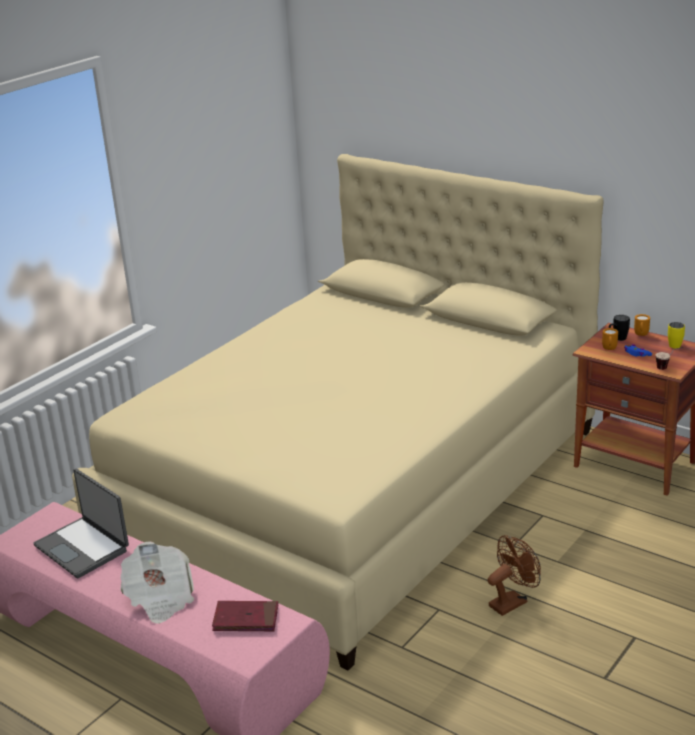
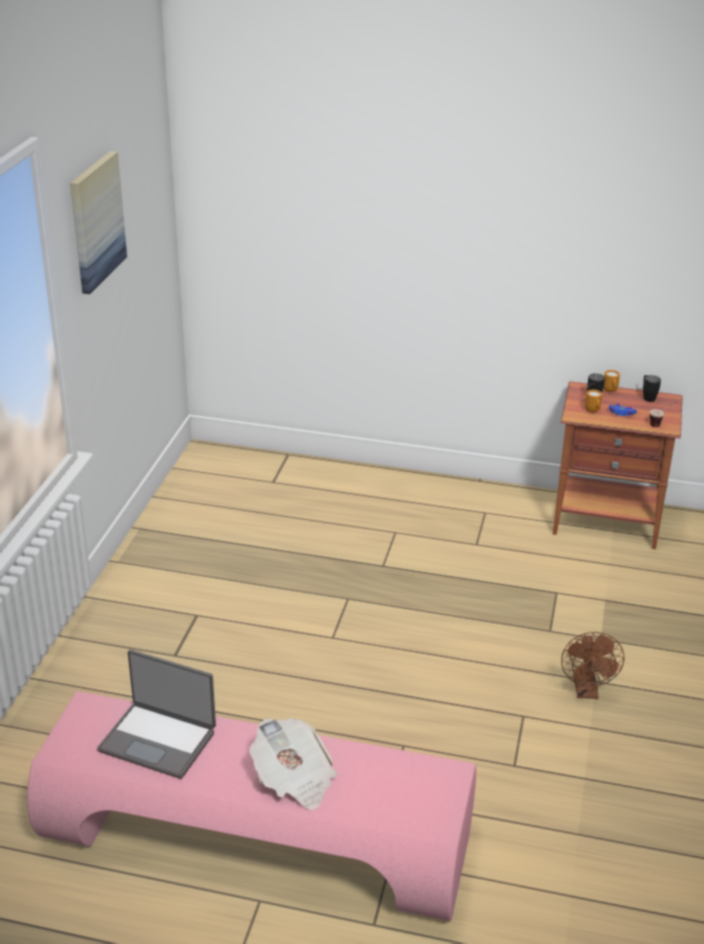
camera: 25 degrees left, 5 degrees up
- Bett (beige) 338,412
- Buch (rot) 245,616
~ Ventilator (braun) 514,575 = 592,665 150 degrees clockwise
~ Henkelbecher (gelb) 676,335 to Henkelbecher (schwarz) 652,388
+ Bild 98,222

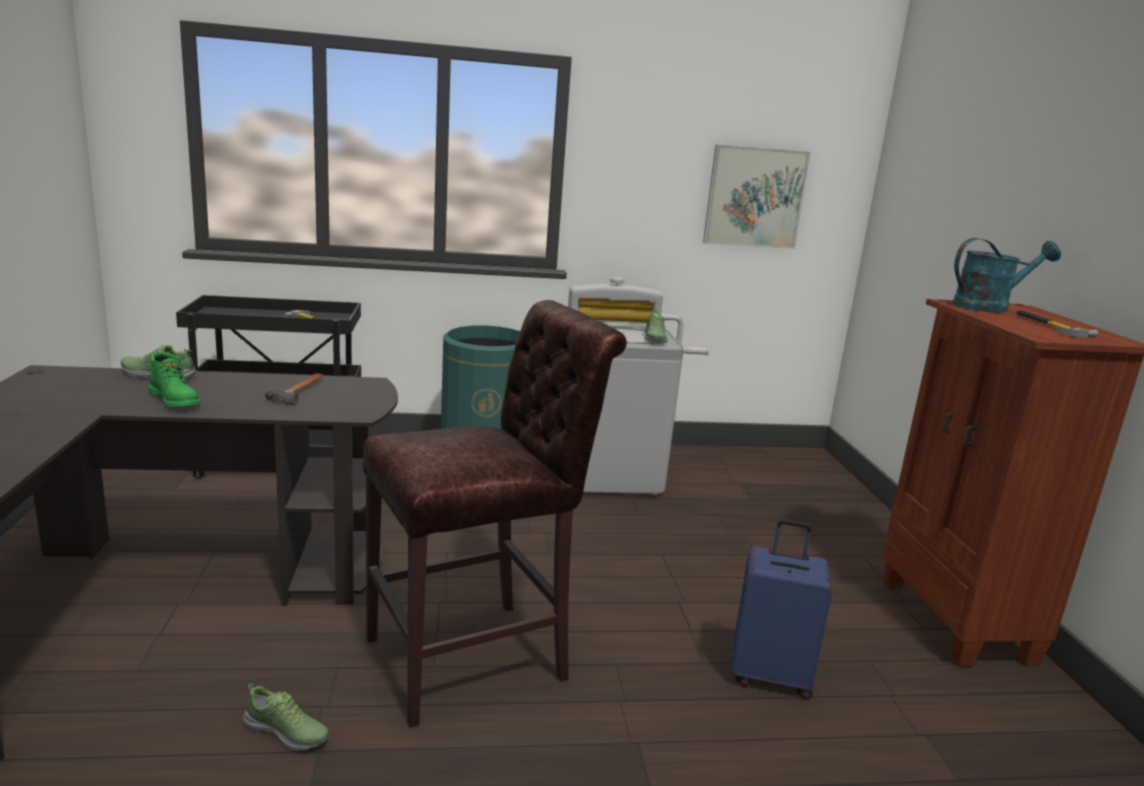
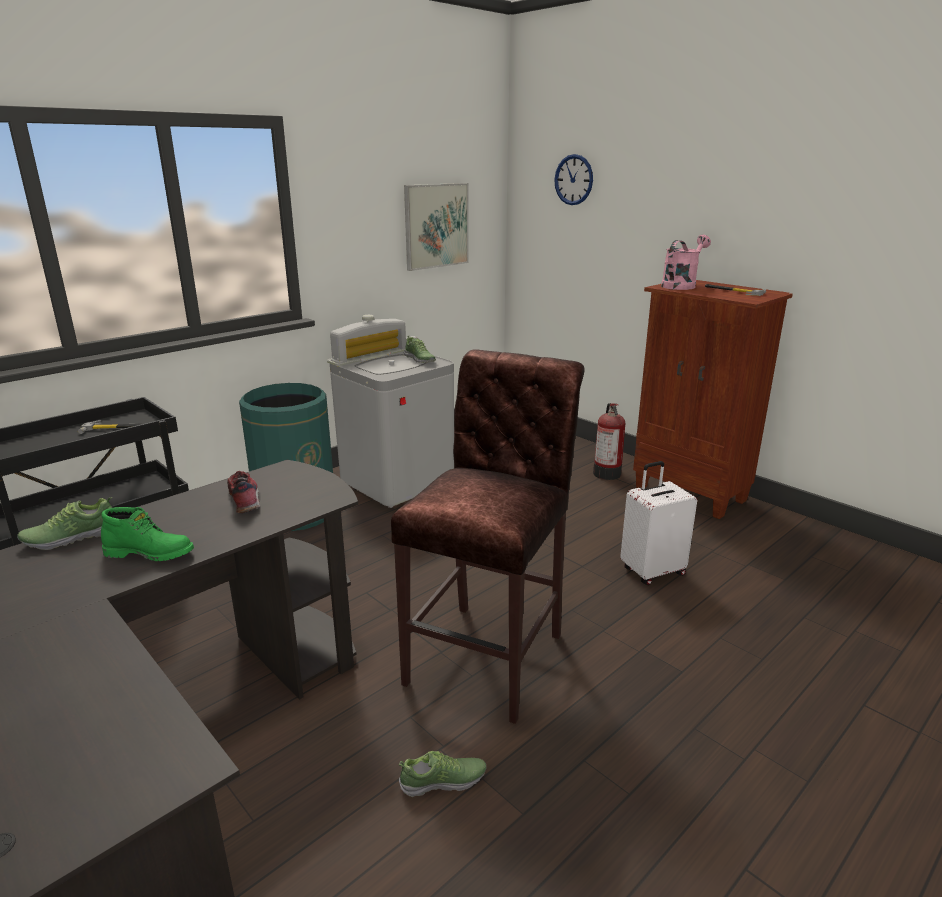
camera: 35 degrees left, 5 degrees up
~ Hammer 294,389 to Schuh 243,492
~ Koffer (blau) 782,609 to Koffer (weiß) 658,523
~ Gießkanne (türkis) 1006,275 to Gießkanne (rosa) 686,262
+ Wanduhr 573,179
+ Feuerlöscher 609,441

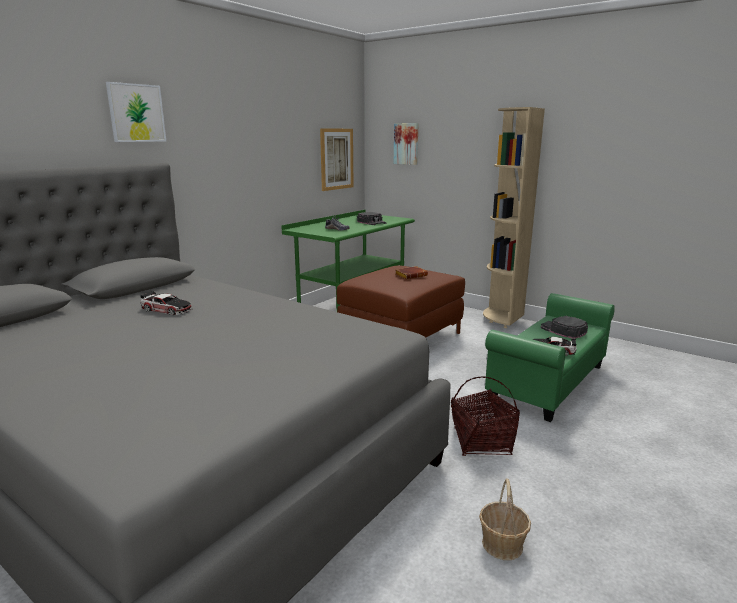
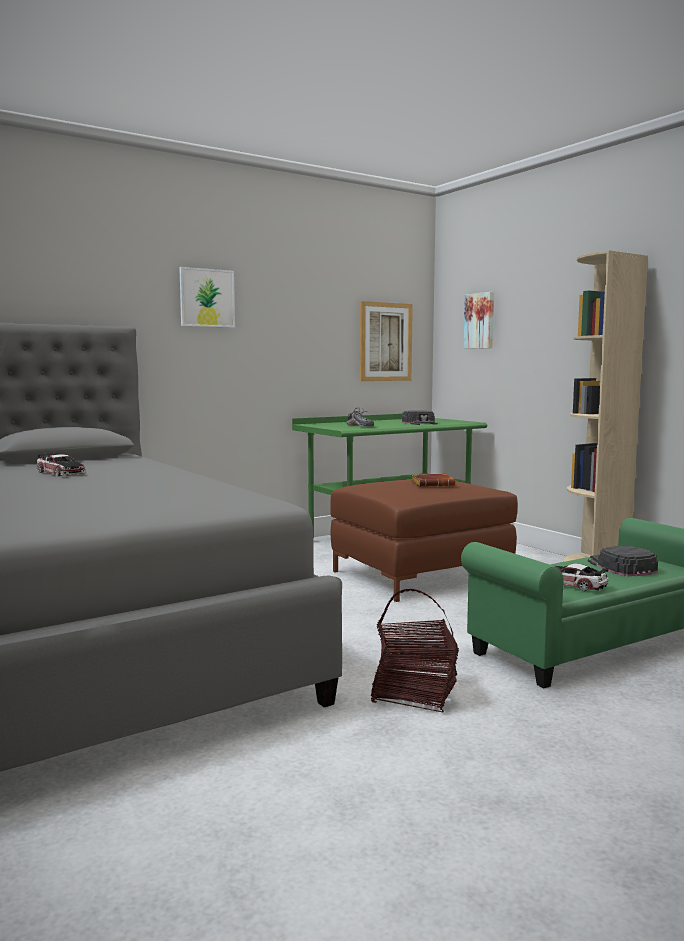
camera: 20 degrees right, 10 degrees down
~ Bild 136,112 to 207,297
- Korb 505,519

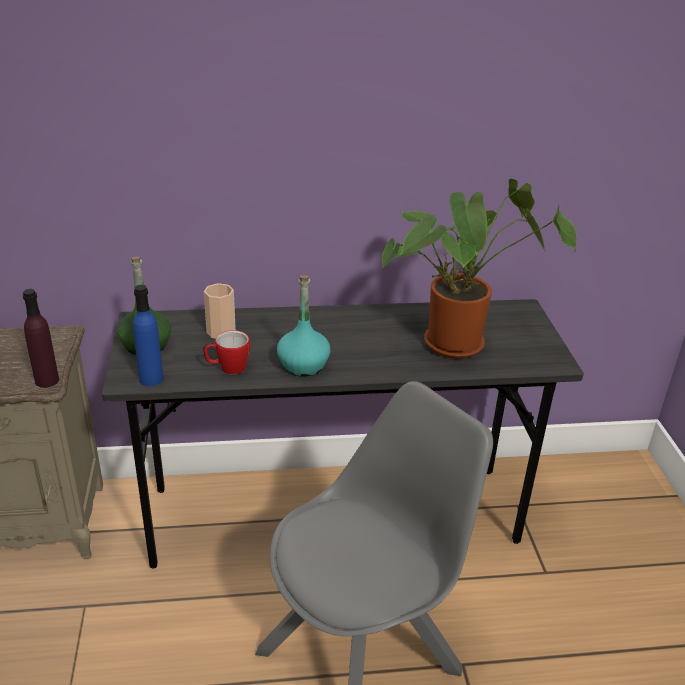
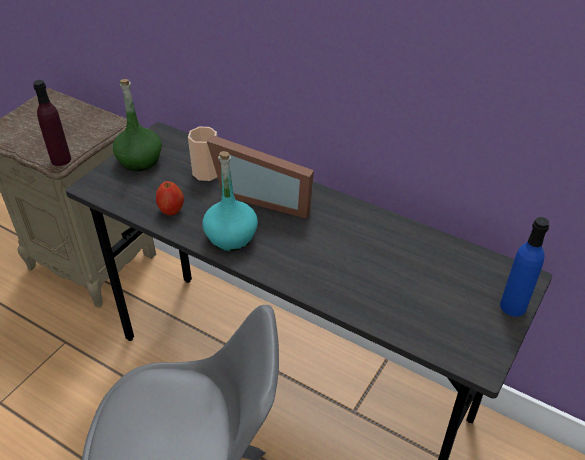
camera: 40 degrees right, 10 degrees up
~ Flasche (blau) 148,335 to 524,267
~ Henkelbecher 226,352 to Apfel 170,198
- Topfpflanze 479,269
+ Bilderrahmen 260,176

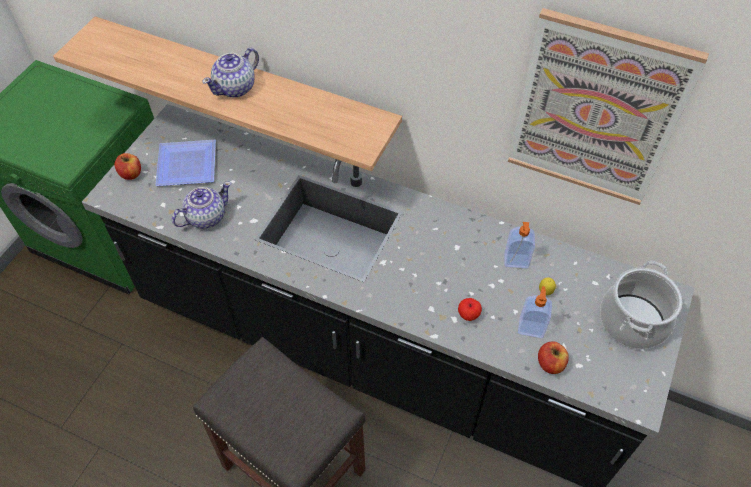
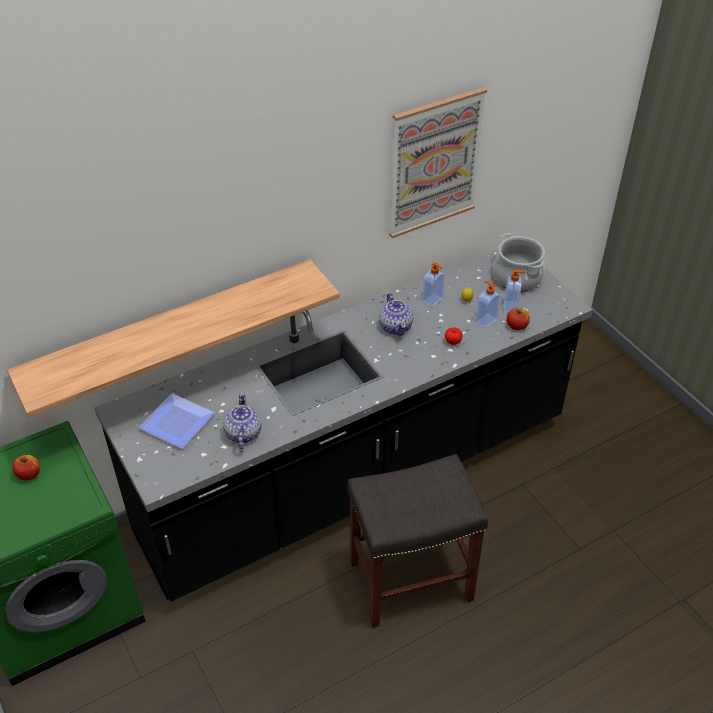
camera: 55 degrees left, 10 degrees down
~ Apfel 128,166 to 26,467
~ Teekanne 230,73 to 396,314
+ Seifenspender 514,291

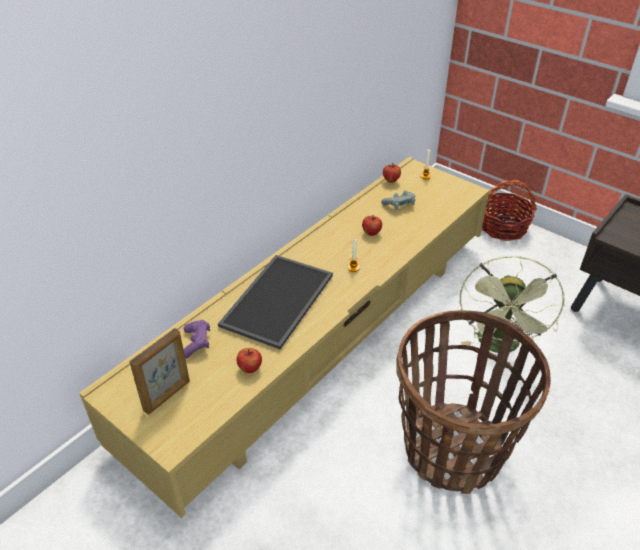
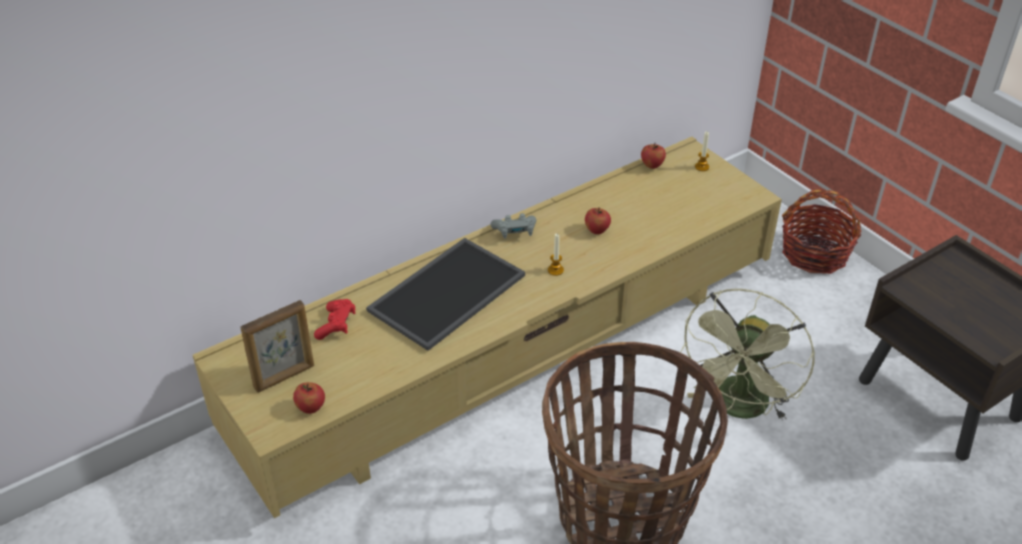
camera: 15 degrees right, 0 degrees up
~ Gamepad (lila) 197,339 to Gamepad (rot) 334,319
~ Apfel 249,360 to 309,398
~ Gamepad (grau) 398,200 to 513,226

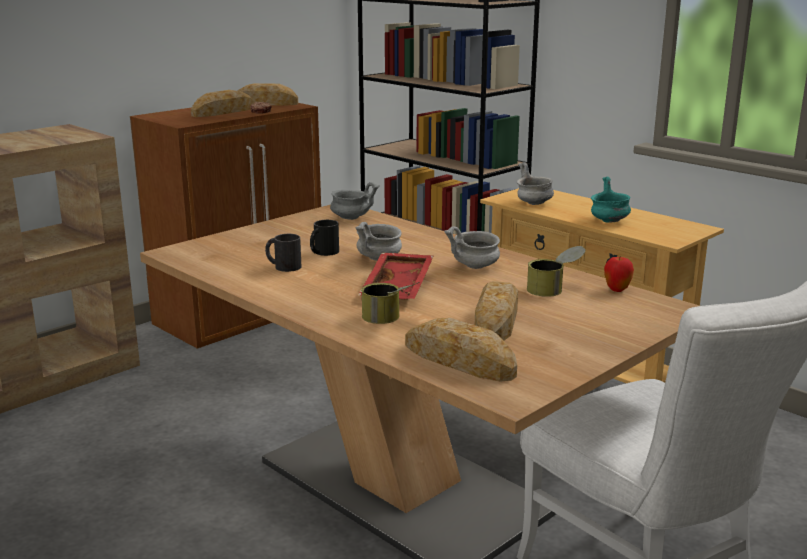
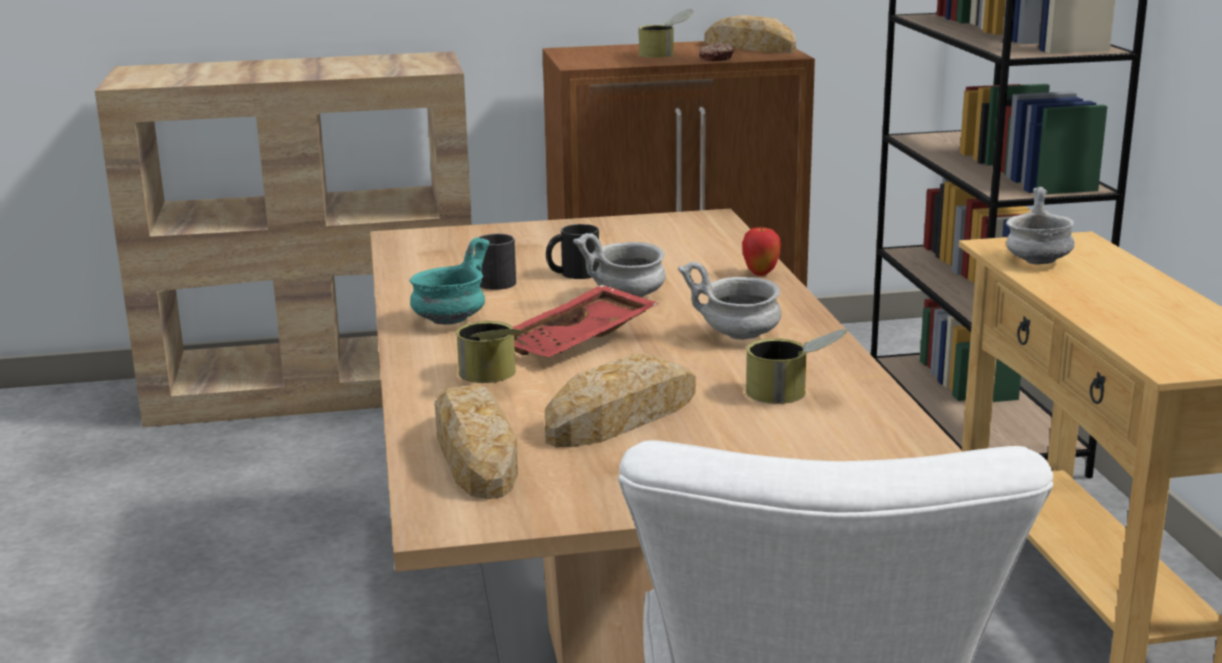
camera: 35 degrees right, 0 degrees up
~ Brot 221,103 to Dose 666,33
- Schüssel (grau) 355,201
~ Schüssel (türkis) 611,200 to 449,281
~ Apfel 619,274 to 761,250

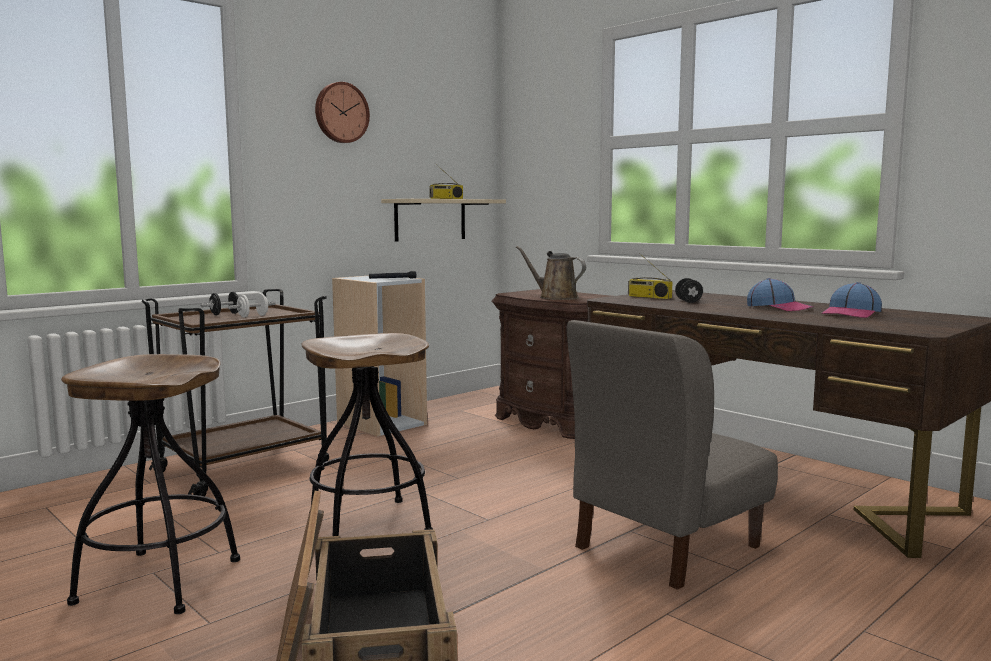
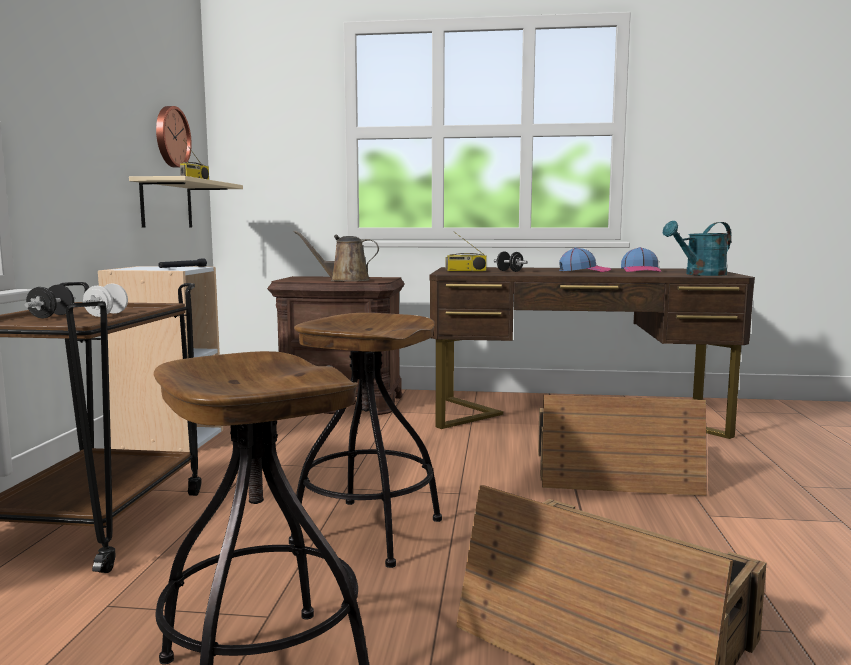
camera: 40 degrees left, 0 degrees up
~ Wanduhr 342,112 to 174,136
~ Stuhl (grau) 672,455 to Kiste 622,445
+ Gießkanne (türkis) 697,248

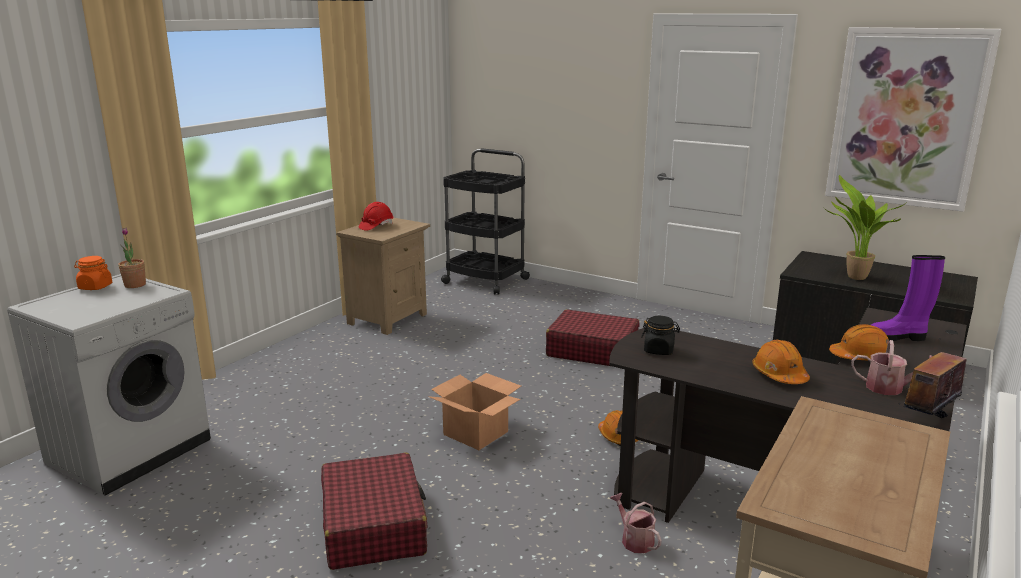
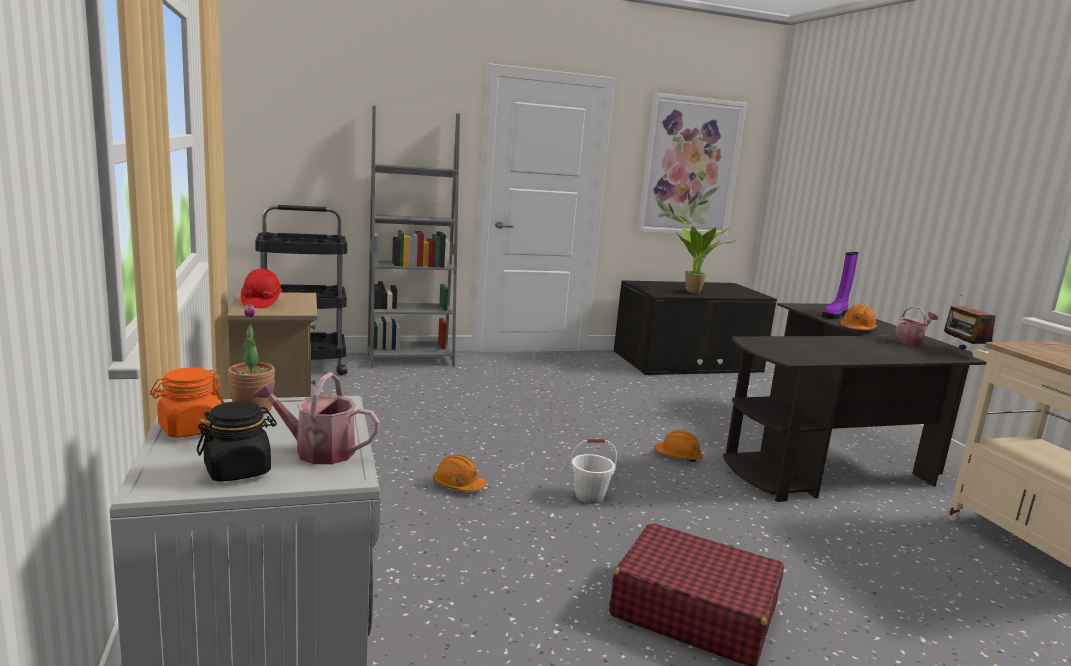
camera: 50 degrees left, 5 degrees down
~ Karton 474,411 to Eimer (weiß) 593,471
- Koffer (rot) 592,337
~ Gießkanne 636,523 to 316,418
~ Vorratsglas (schwarz) 660,335 to 237,441
~ Schutzhelm (orange) 781,362 to 459,473
+ Bücherregal (grau) 413,237

